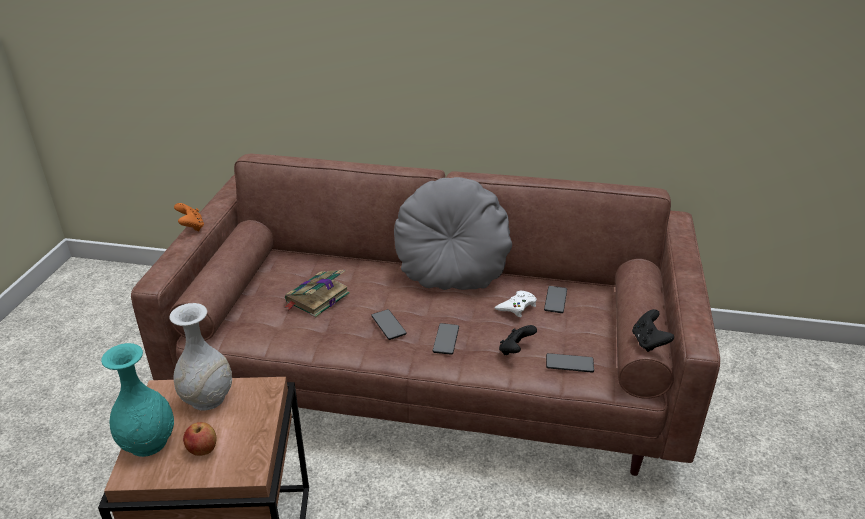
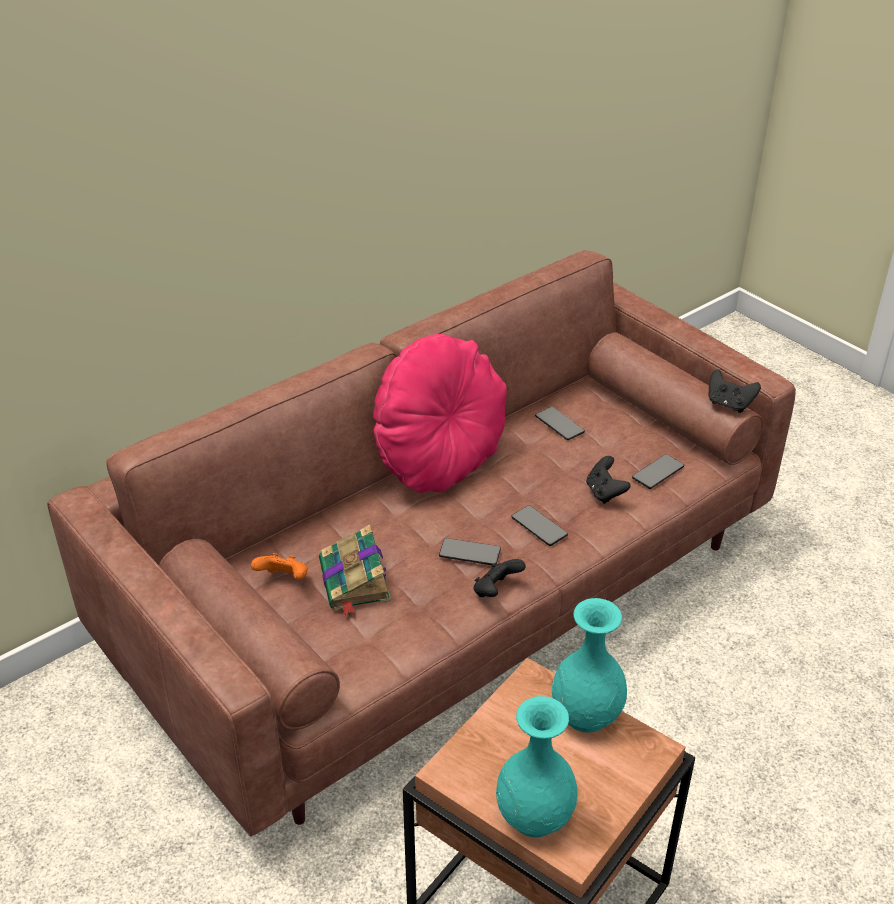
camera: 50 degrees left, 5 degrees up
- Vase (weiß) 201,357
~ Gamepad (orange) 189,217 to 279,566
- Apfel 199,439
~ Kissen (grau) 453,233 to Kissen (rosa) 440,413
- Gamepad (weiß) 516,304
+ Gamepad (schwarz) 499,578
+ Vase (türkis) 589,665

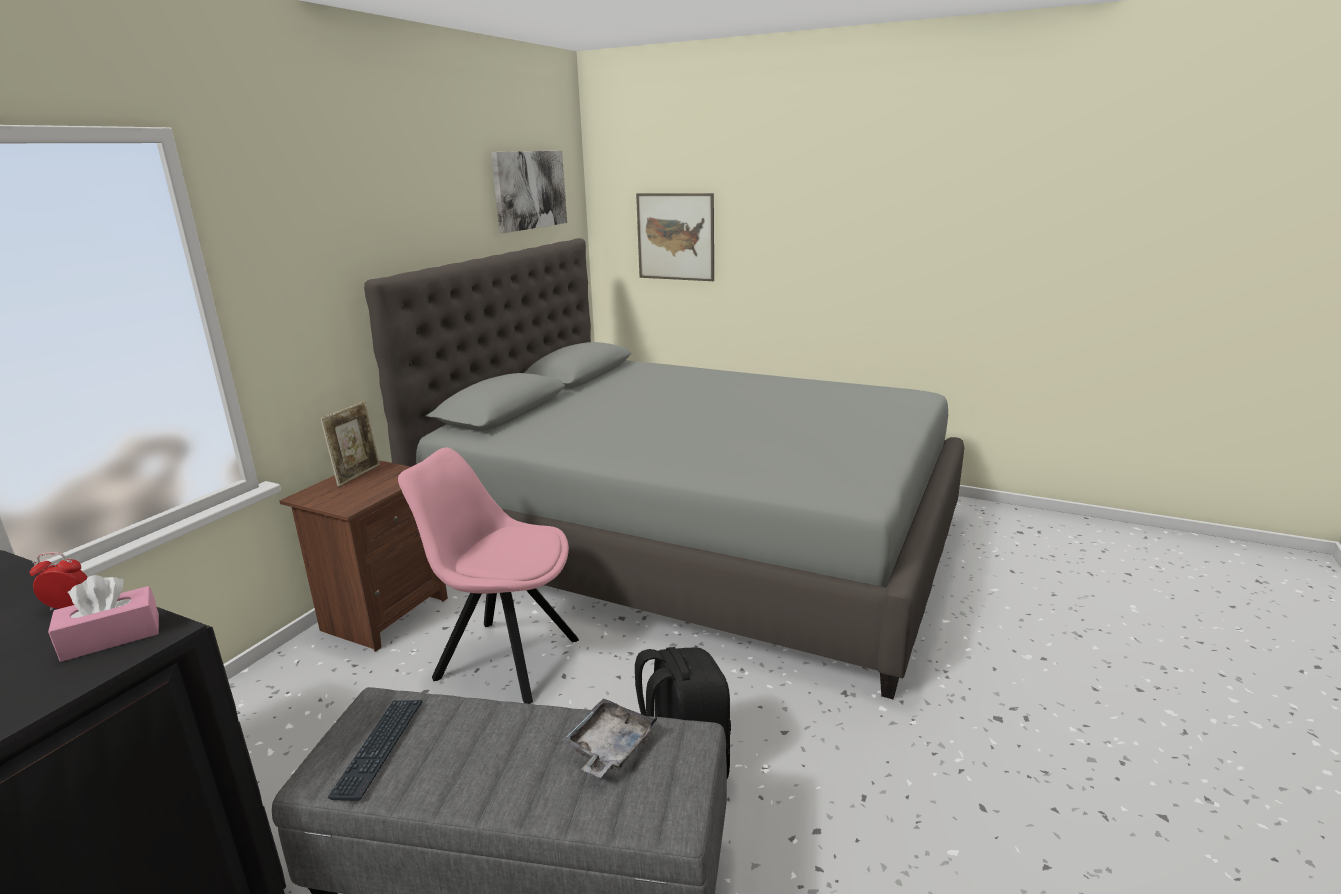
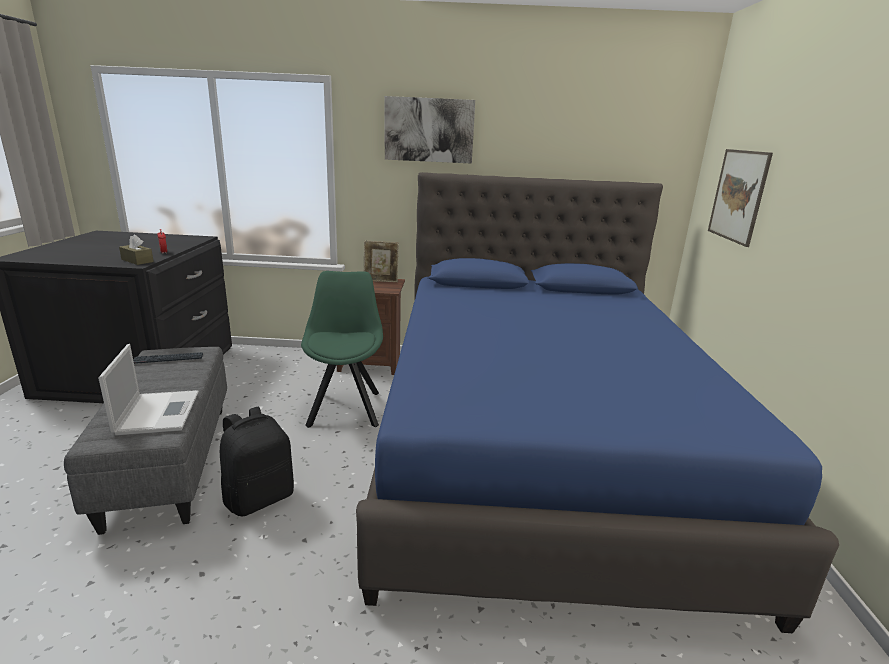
camera: 65 degrees right, 0 degrees up
~ Taschentuchbox (rosa) 103,618 to Taschentuchbox (braun) 136,250
~ Bett (grau) 664,468 to Bett (blau) 597,402
~ Stuhl (rosa) 488,575 to Stuhl (grün) 342,349
~ Bild 529,192 to 430,130
~ Tablett (grau) 609,738 to Laptop 148,389

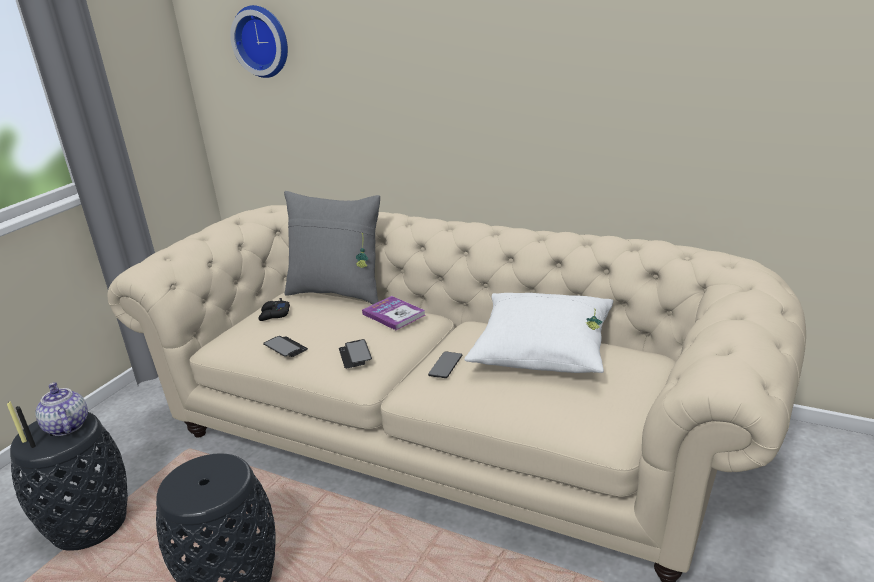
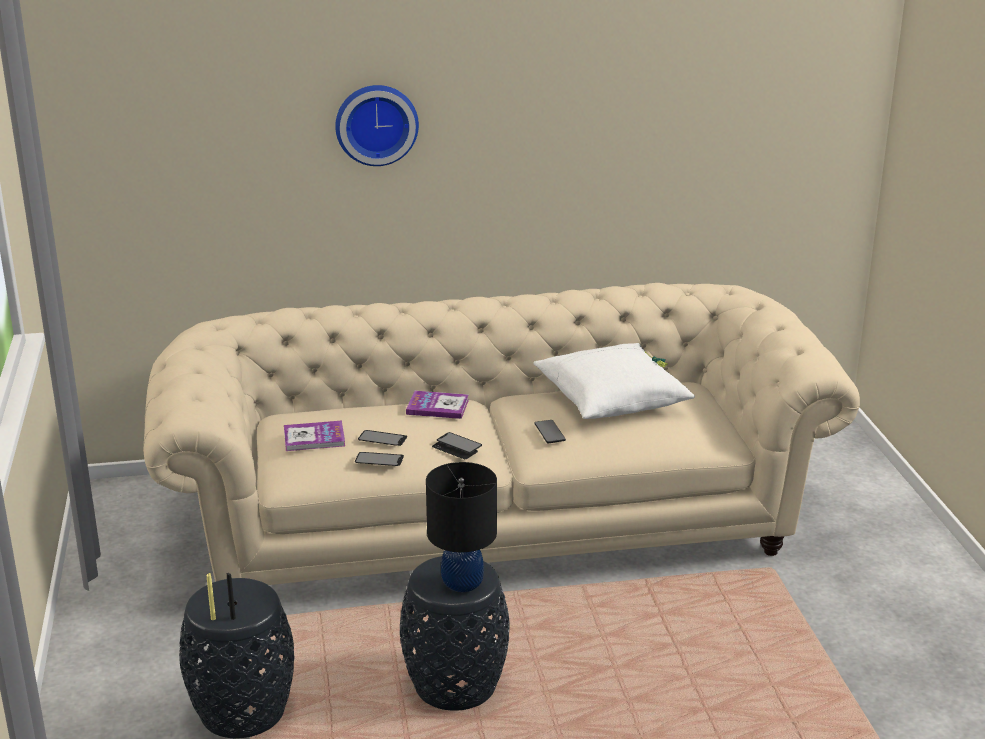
camera: 40 degrees left, 0 degrees up
- Teekanne 61,409
~ Wanduhr 259,41 to 377,125
~ Gamepad (schwarz) 274,309 to Buch 314,436
- Kissen (grau) 332,248
+ Handy 382,438
+ Tischlampe (schwarz) 461,527

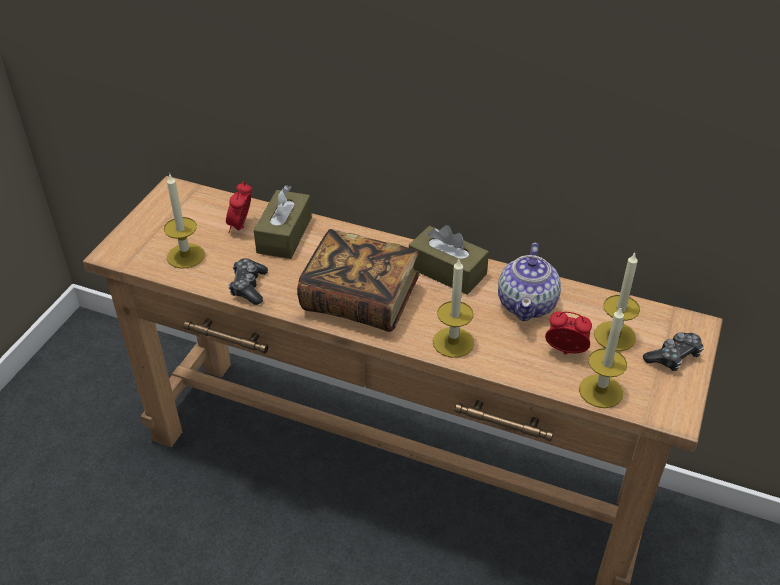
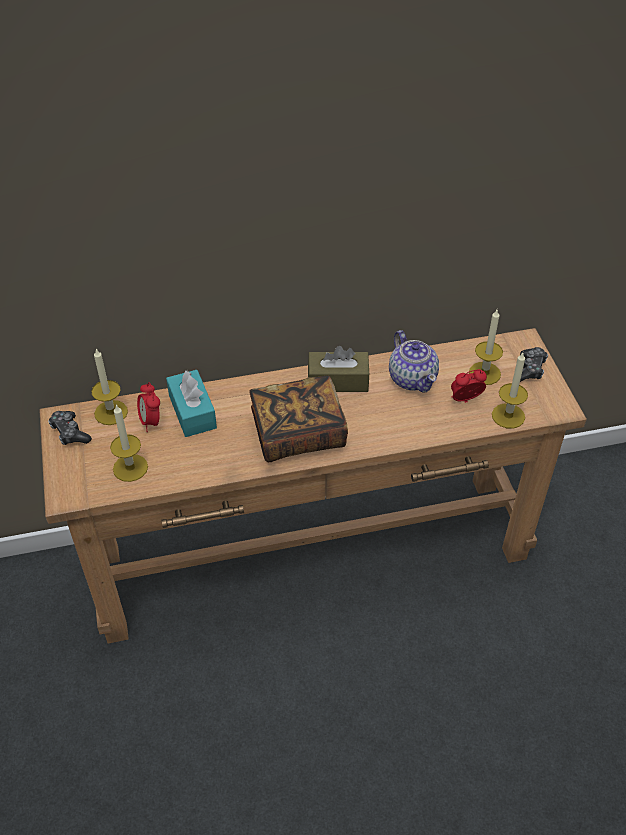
camera: 35 degrees left, 5 degrees up
~ Gamepad 248,281 to 70,428
~ Taschentuchbox (braun) 283,222 to Taschentuchbox (türkis) 191,403
~ Kerze 453,308 to 109,387

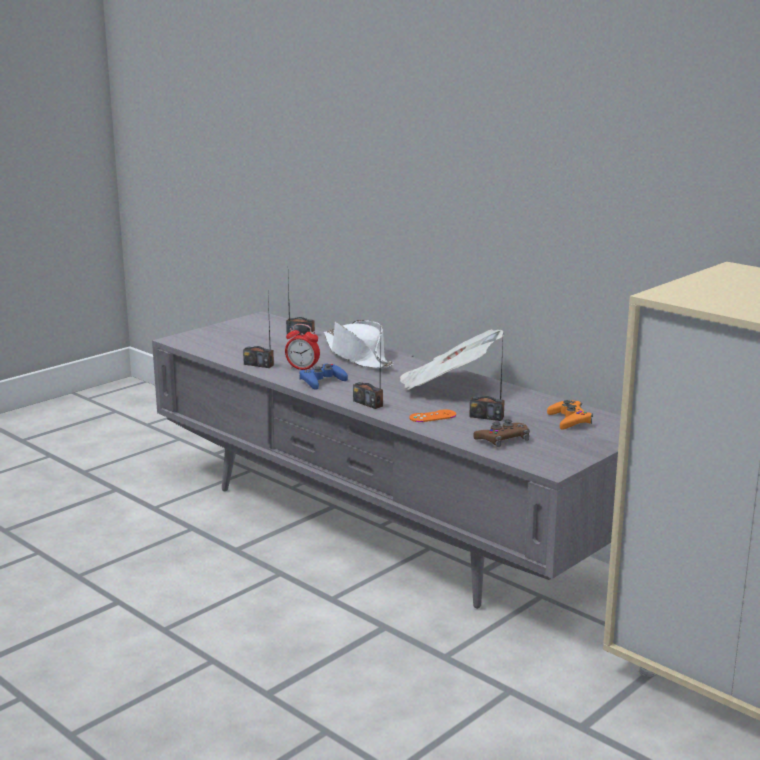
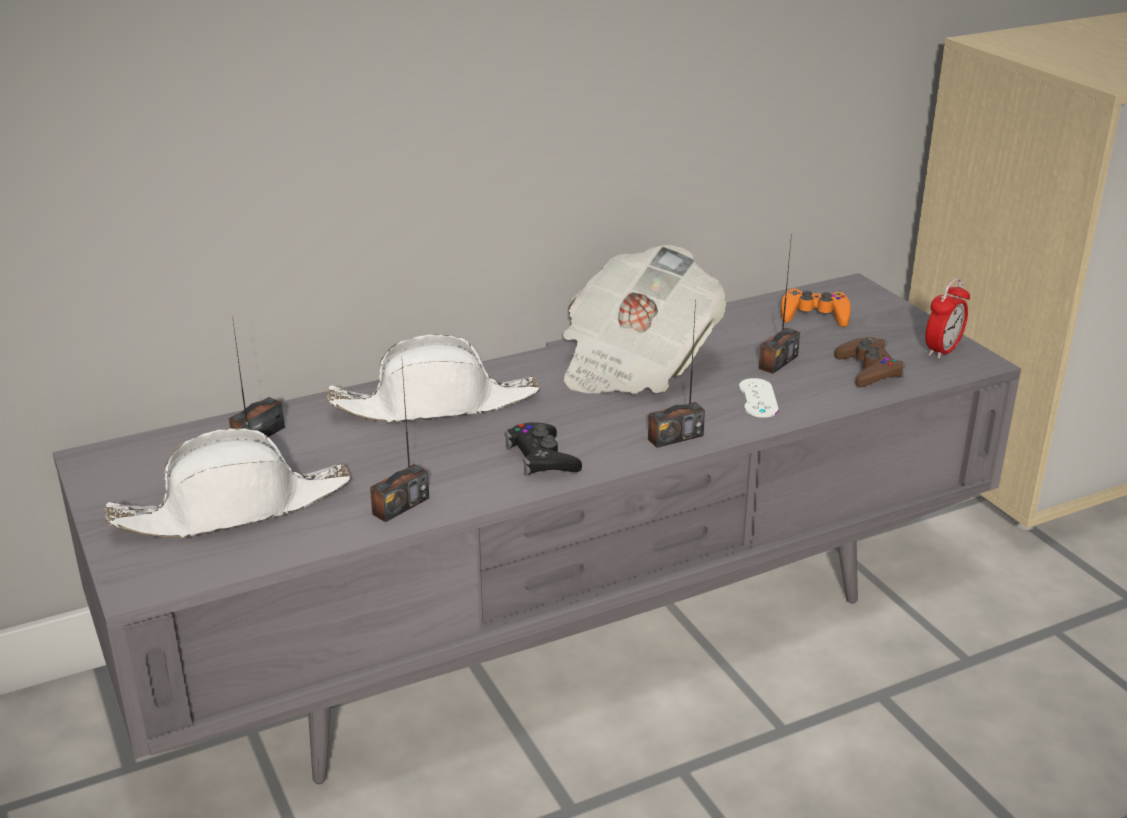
camera: 70 degrees left, 10 degrees up
~ Wecker 302,347 to 947,318
~ Gamepad (blau) 323,377 to Gamepad (schwarz) 543,449
~ Gamepad (orange) 432,415 to Gamepad (weiß) 759,398
+ Hut (weiß) 227,483

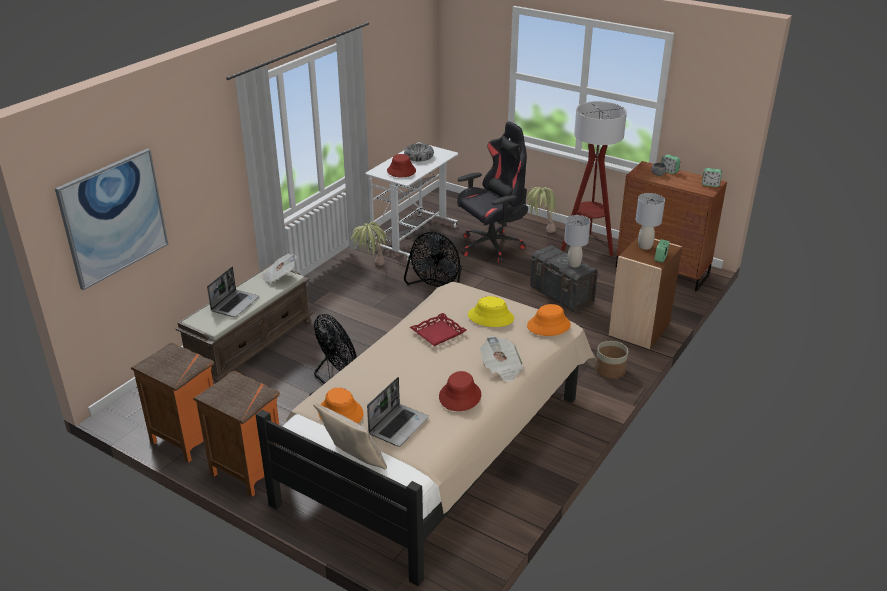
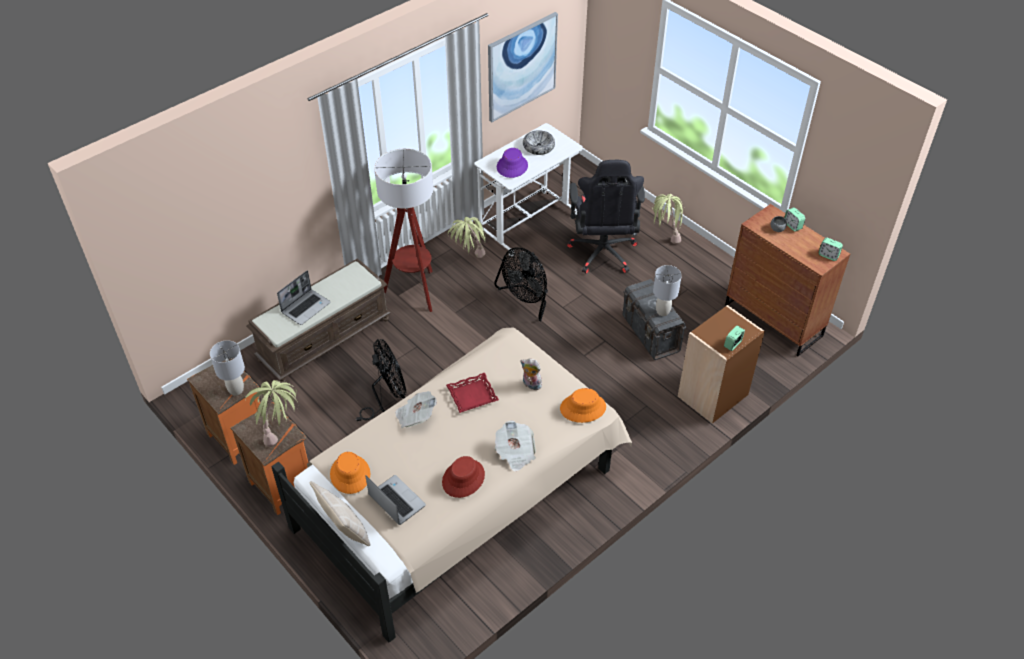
camera: 15 degrees right, 15 degrees up
~ Bild 111,219 to 523,67
~ Zeitung 278,269 to 416,409
~ Laptop 398,412 = 395,500 90 degrees counterclockwise
~ Hut (rot) 401,165 to Hut (lila) 512,163
~ Bürostuhl (schwarz) 492,192 = 606,217 105 degrees clockwise
~ Hut (gelb) 491,311 to Plüschtier 531,374
~ Stehlampe 594,179 to 403,230
- Pflanzkübel 611,360
~ Tischlampe (grau) 650,221 to 227,368
+ Topfpflanze 271,413

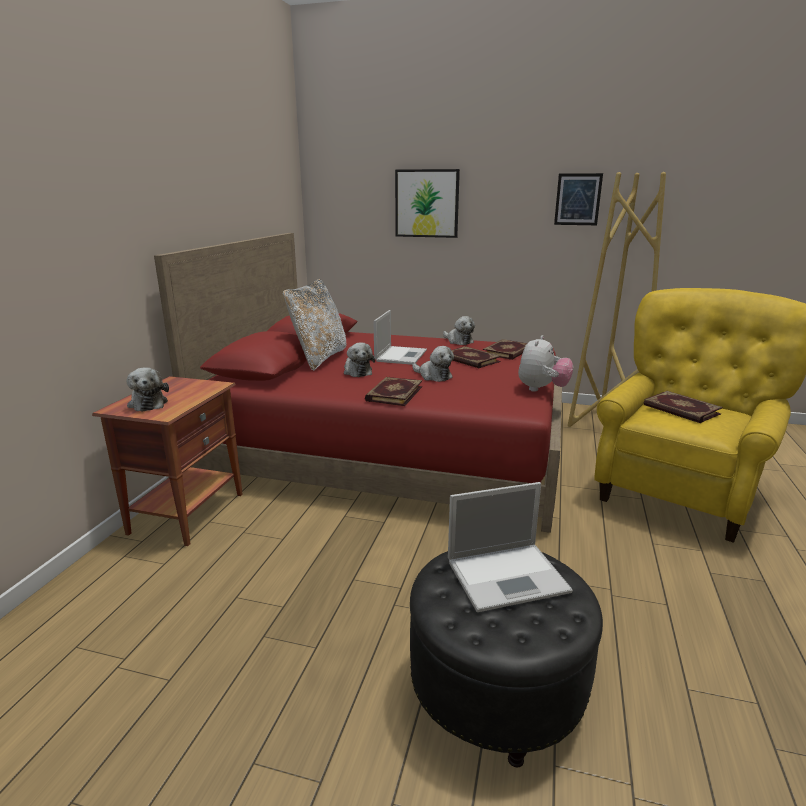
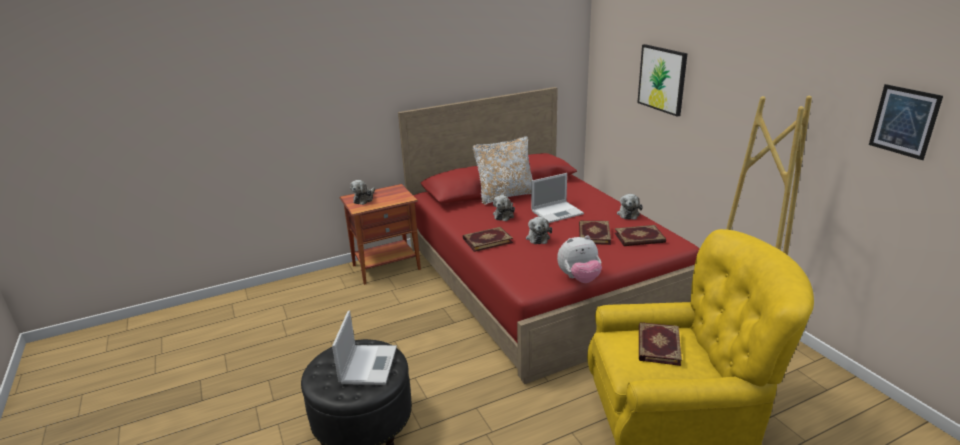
camera: 50 degrees right, 5 degrees up
~ Laptop 510,547 = 364,348 120 degrees counterclockwise
~ Bild 578,199 to 906,122

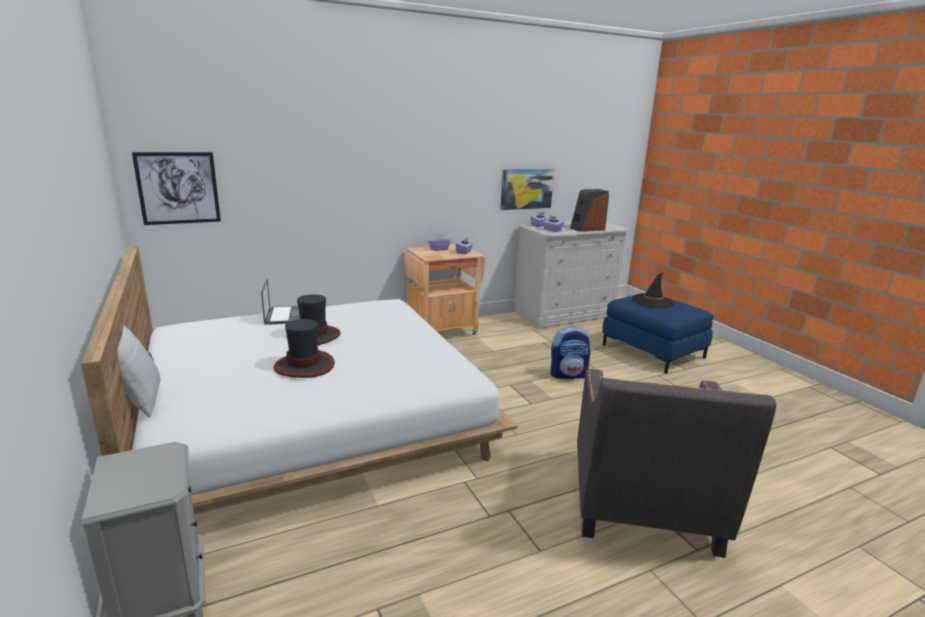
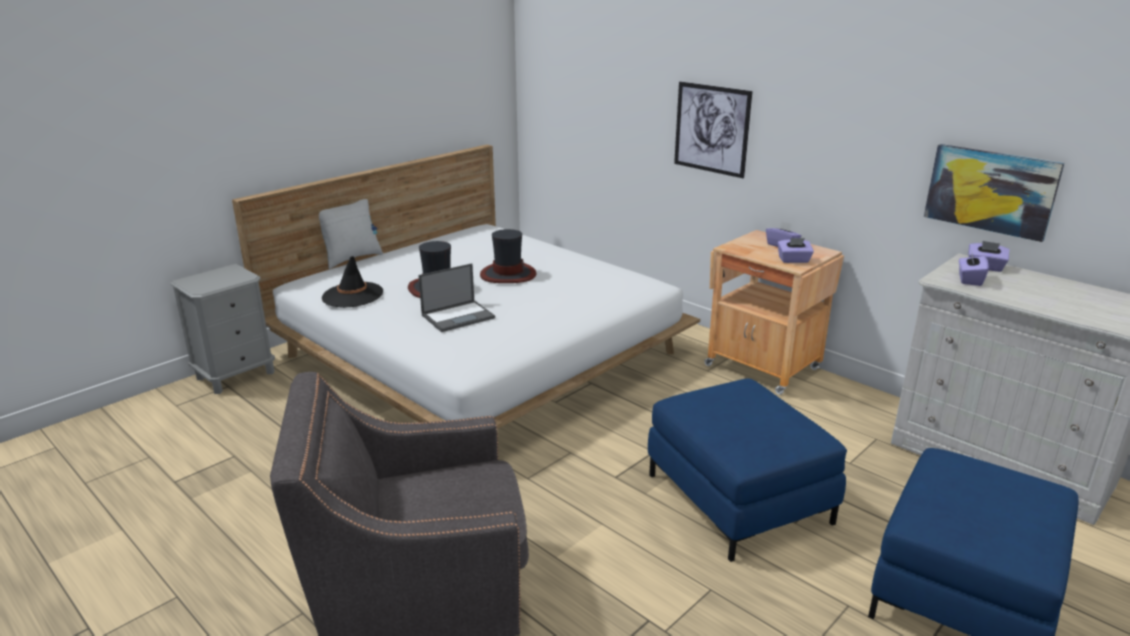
camera: 70 degrees right, 5 degrees up
~ Bild 176,188 to 713,130
~ Laptop 280,302 to 456,297
~ Rucksack 570,352 to Polsterhocker (blau) 747,470
- Lautsprecher 589,210
~ Hut (schwarz) 653,290 to 352,282

